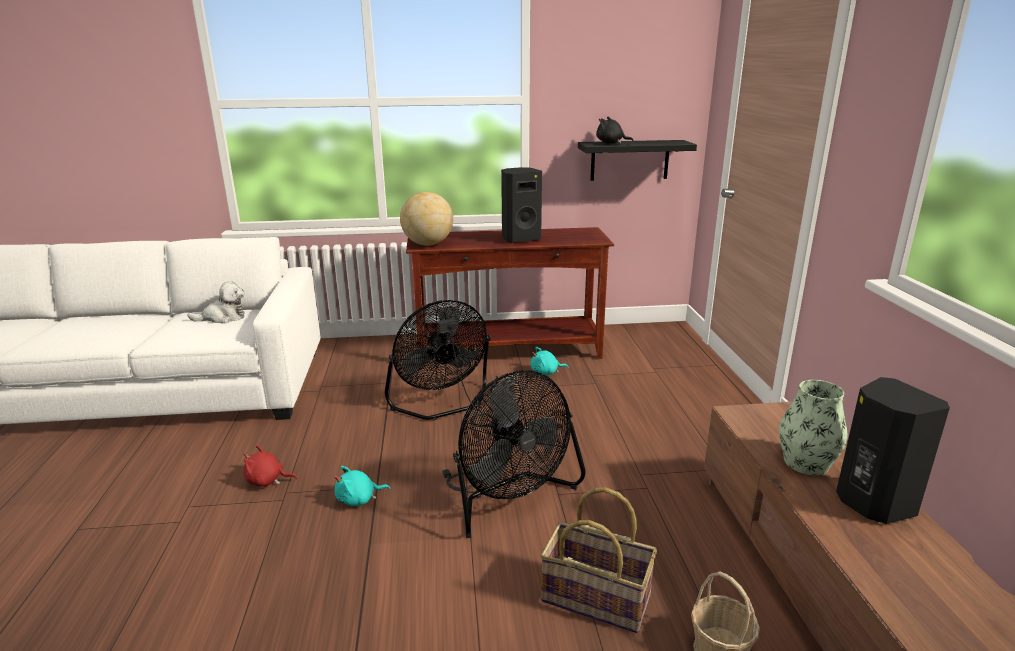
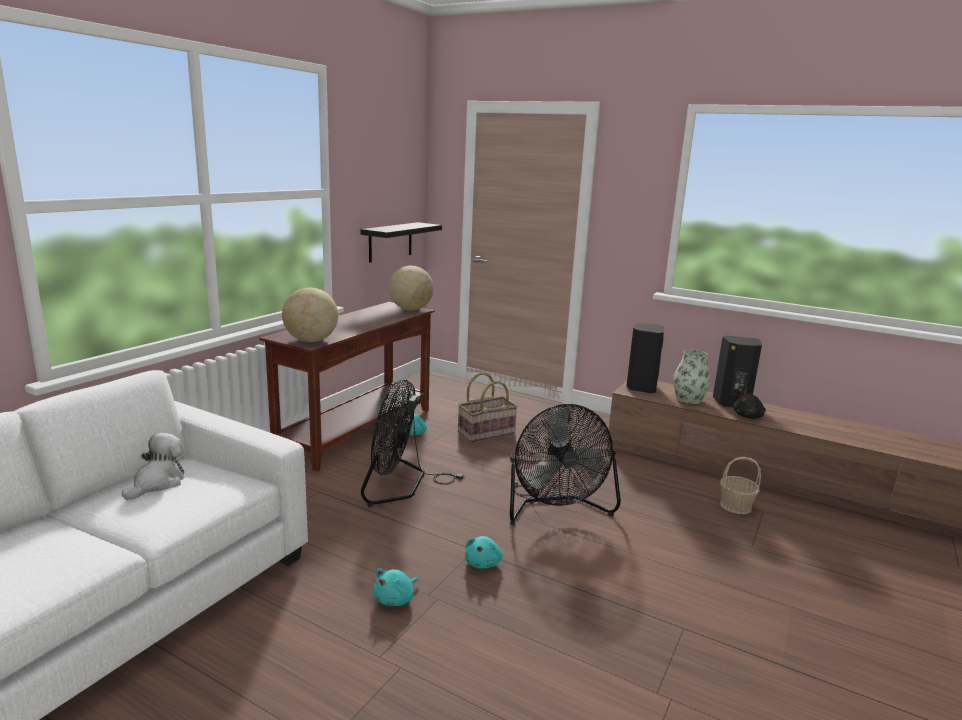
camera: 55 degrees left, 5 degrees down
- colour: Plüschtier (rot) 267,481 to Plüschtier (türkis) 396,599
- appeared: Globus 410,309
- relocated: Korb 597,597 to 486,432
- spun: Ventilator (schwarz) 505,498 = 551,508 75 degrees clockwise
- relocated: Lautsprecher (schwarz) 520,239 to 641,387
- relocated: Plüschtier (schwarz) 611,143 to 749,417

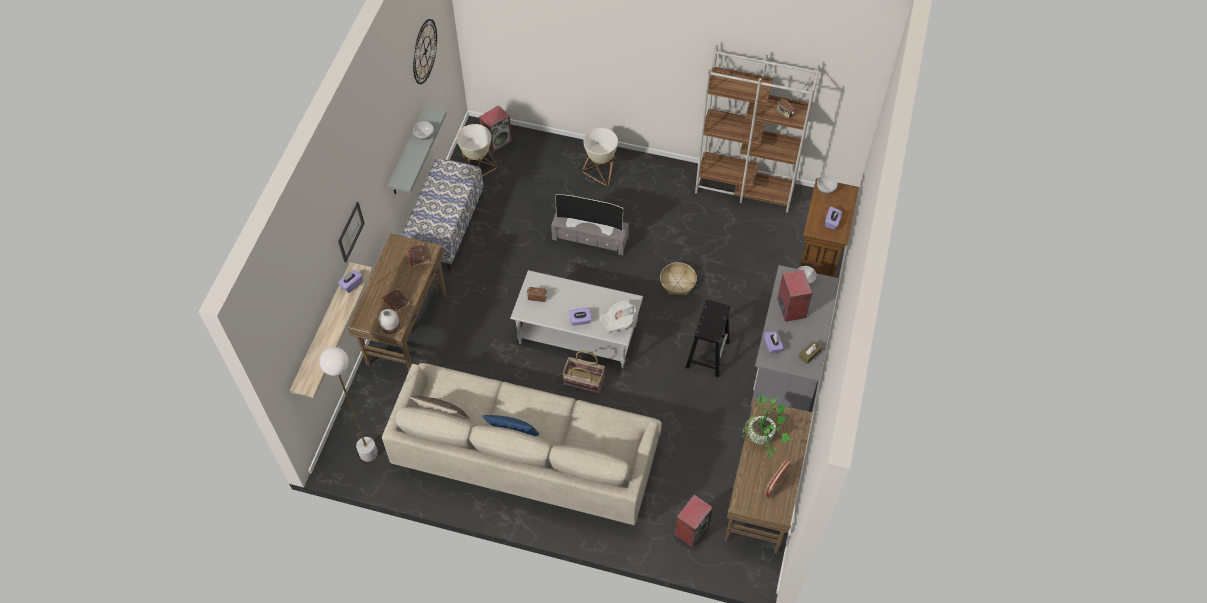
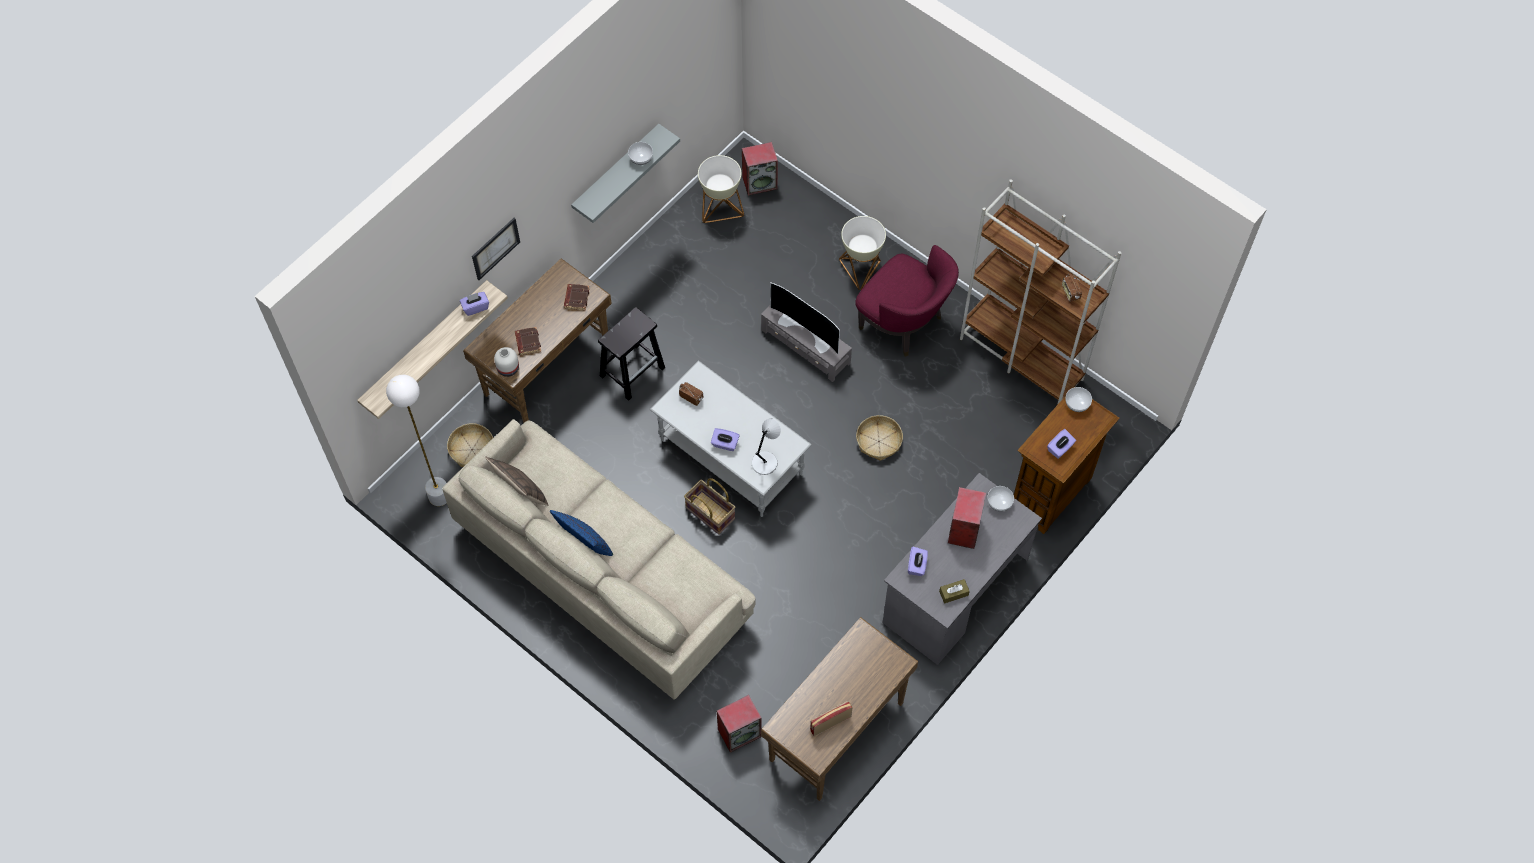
camera: 25 degrees right, 5 degrees up
- appeared: Korb 472,450
- relocated: Hocker (schwarz) 707,354 to 633,371
- exchanged: Zeitung 617,321 to Tischlampe (grau) 765,462
- appeared: Sessel (lila) 903,323
- missing: Bank 446,228
- missing: Wanduhr 425,51
- missing: Topfpflanze 762,441

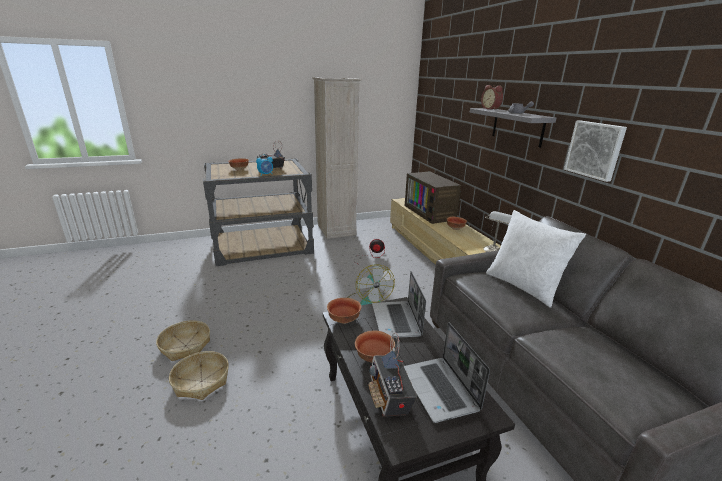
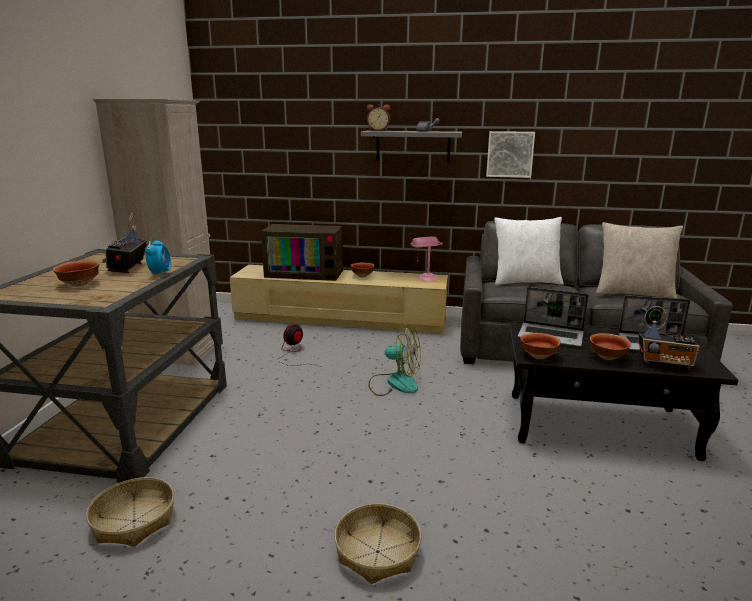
camera: 60 degrees left, 5 degrees down
- relocated: Korb 201,381 to 133,521
- colour: Tischlampe (weiß) 494,248 to Tischlampe (rosa) 425,277
- appeared: Kissen (beige) 633,293

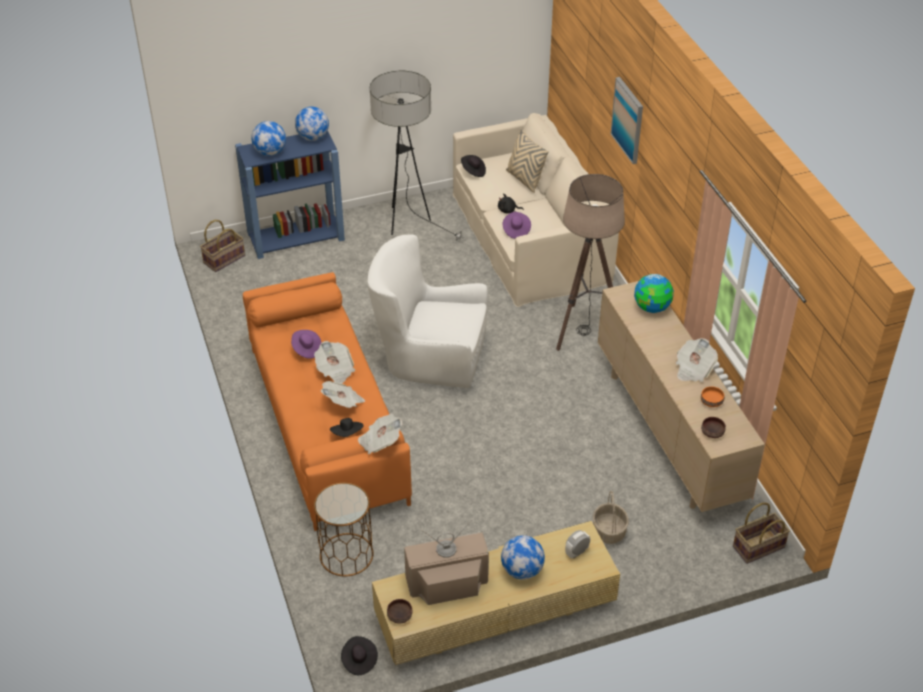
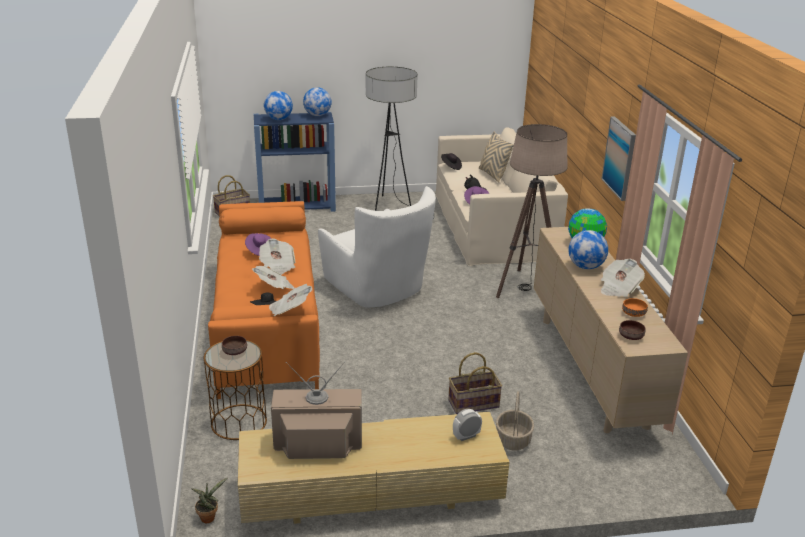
camera: 10 degrees right, 15 degrees down
- exchanged: Hut (schwarz) 359,661 to Topfpflanze 209,517
- relocated: Schüssel (braun) 399,615 to 234,351
- spun: Sessel (weiß) 429,357 = 378,289 150 degrees counterclockwise
- relocated: Korb 758,547 to 473,404
- relocated: Globus 522,570 to 585,266
- relocated: Bild 628,120 to 620,158

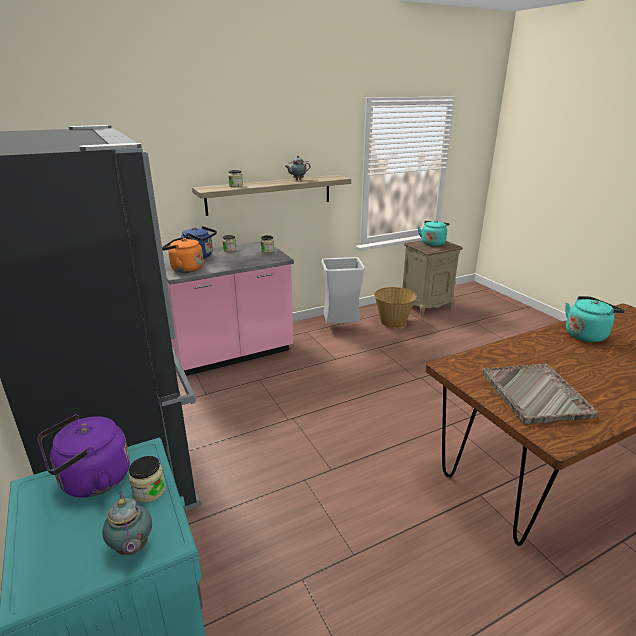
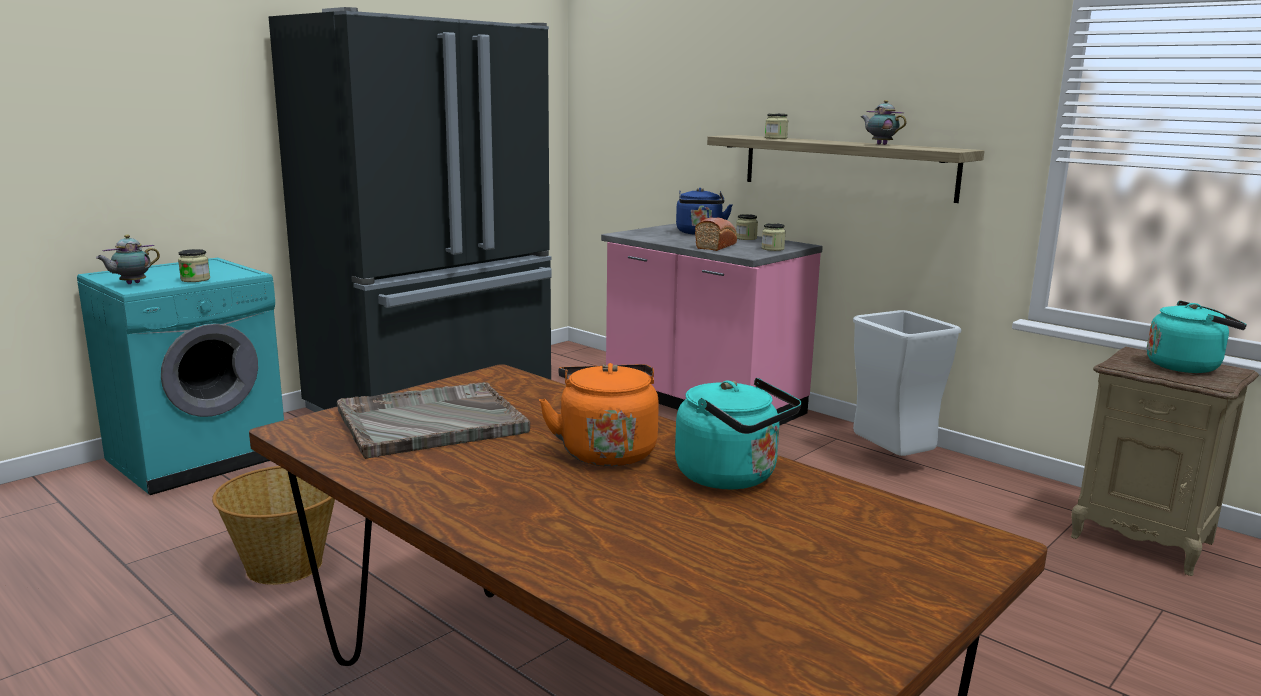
camera: 70 degrees right, 10 degrees down
- relocated: Korb 393,322 to 286,566
- relocated: Wasserkessel (orange) 185,269 to 606,451
- appeared: Brot 717,246
- missing: Wasserkessel (lila) 91,481

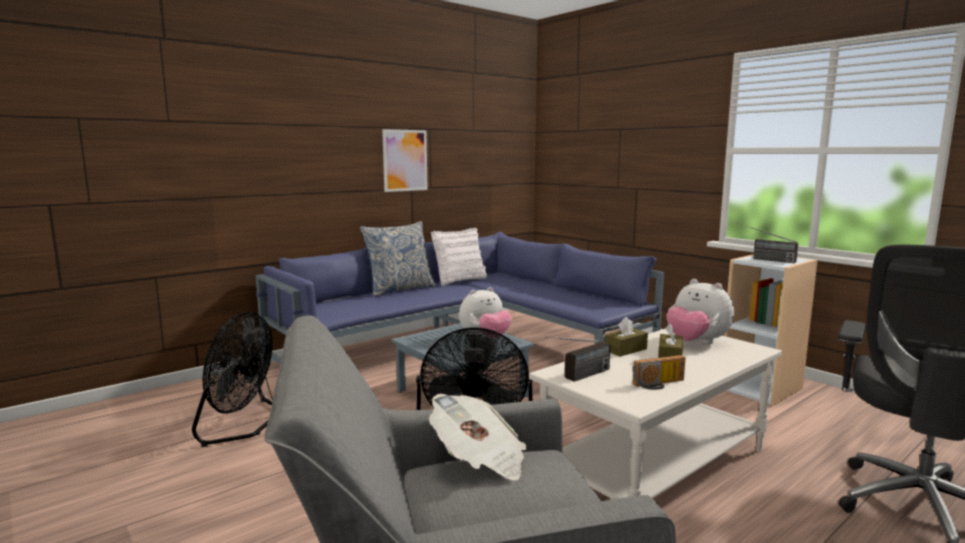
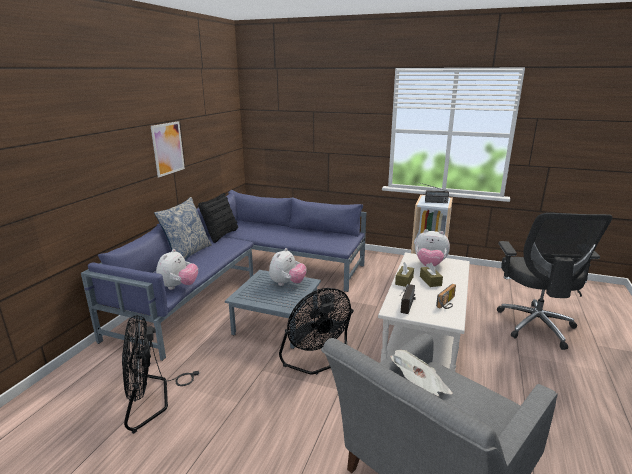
camera: 30 degrees left, 10 degrees up
- appeared: Plüschtier 178,287
- colour: Kissen (weiß) 460,281 to Kissen (schwarz) 221,235

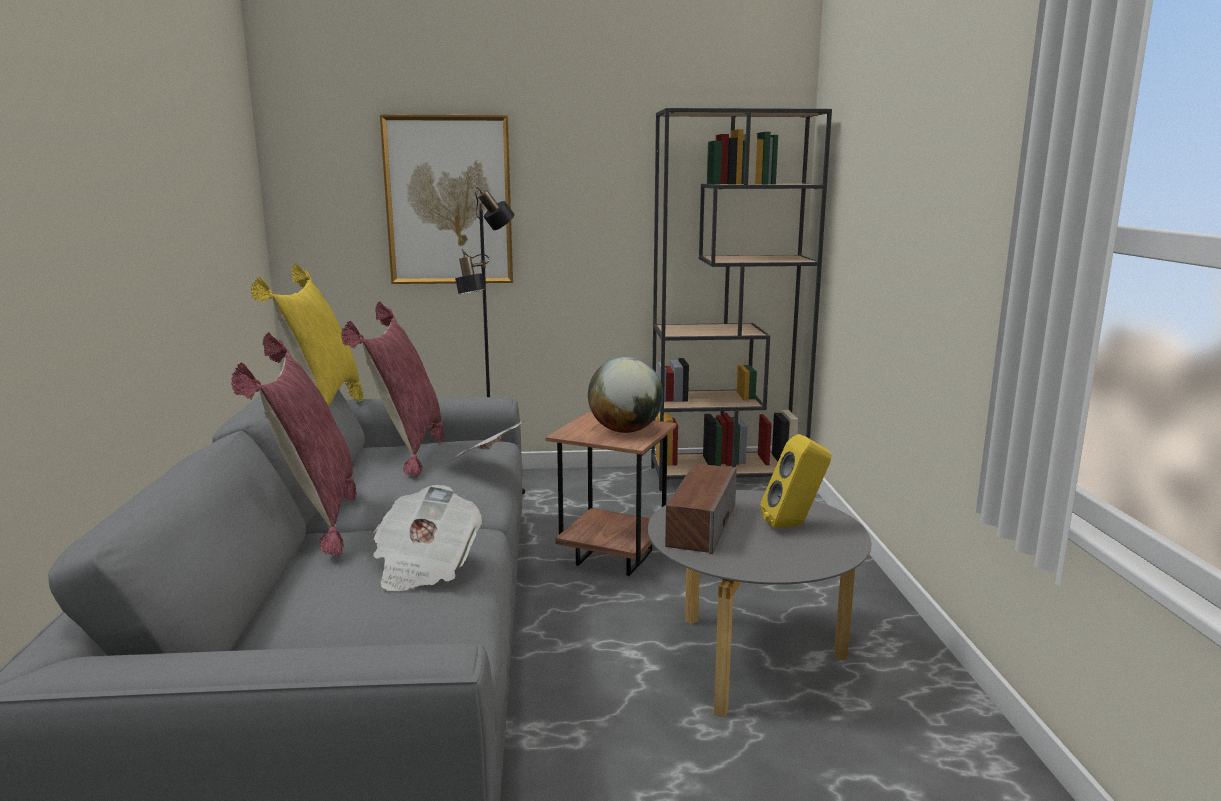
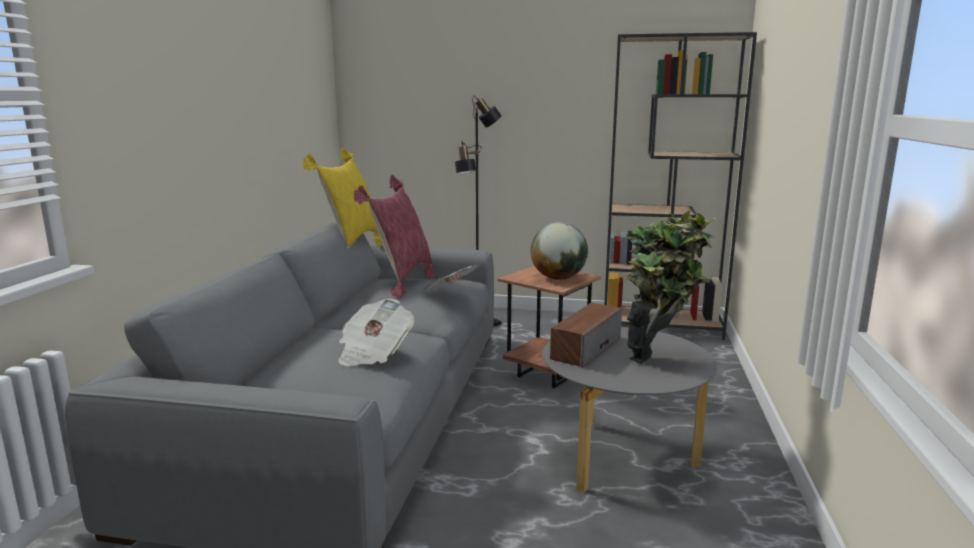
camera: 15 degrees right, 0 degrees up
- exchanged: Lautsprecher (gelb) 794,526 to Topfpflanze 659,355
- missing: Kissen (rot) 311,530
- missing: Bild 449,201

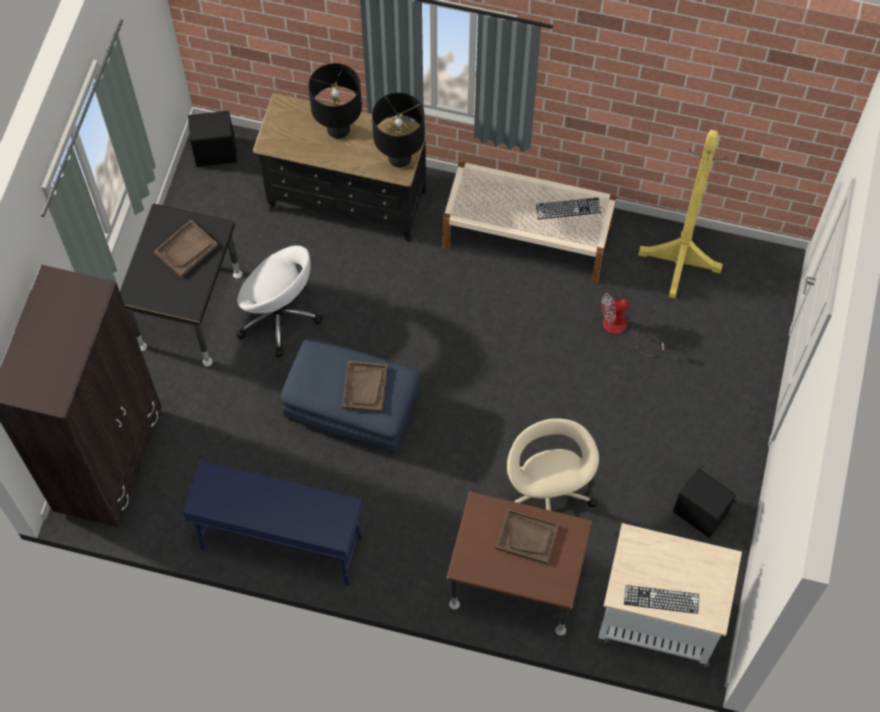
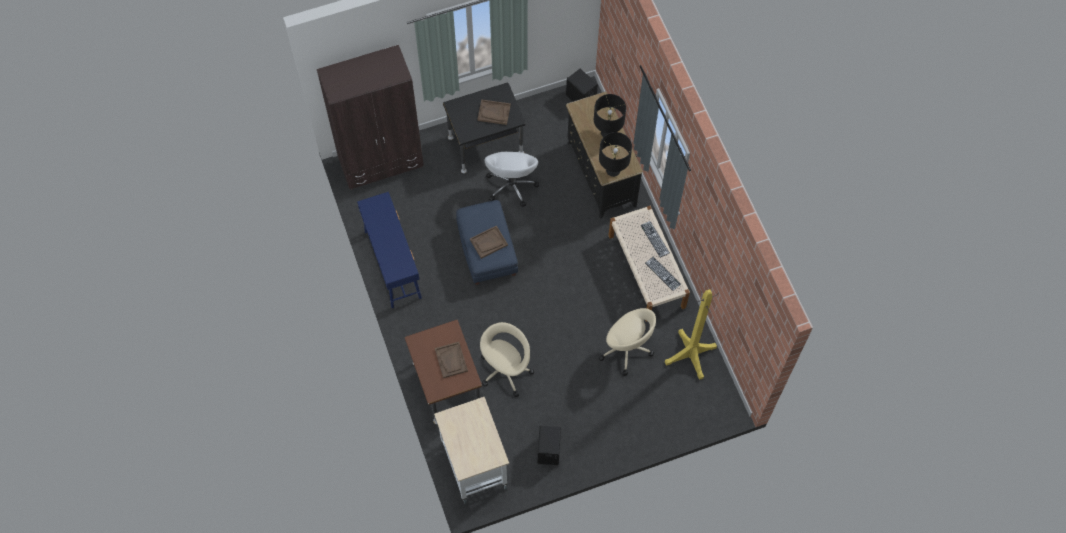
camera: 55 degrees right, 0 degrees up
- exchanged: Ventilator 622,329 to Bürostuhl (beige) 627,350
- relocated: Tastatur 661,599 to 655,239

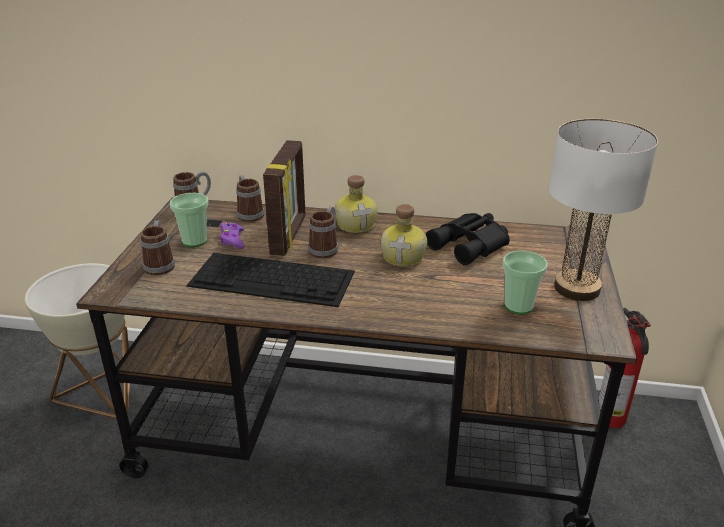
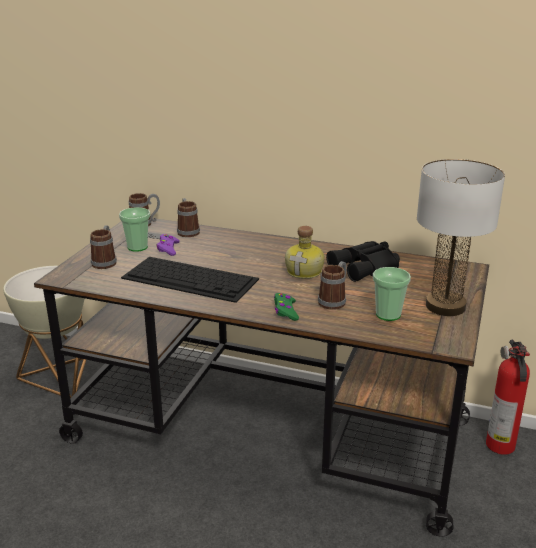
camera: 10 degrees right, 5 degrees down
- appeared: Gamepad (grün) 285,311
- relocated: Henkelbecher 326,248 to 334,300
- missing: Bilderrahmen 289,235
- missing: Flasche 356,224

